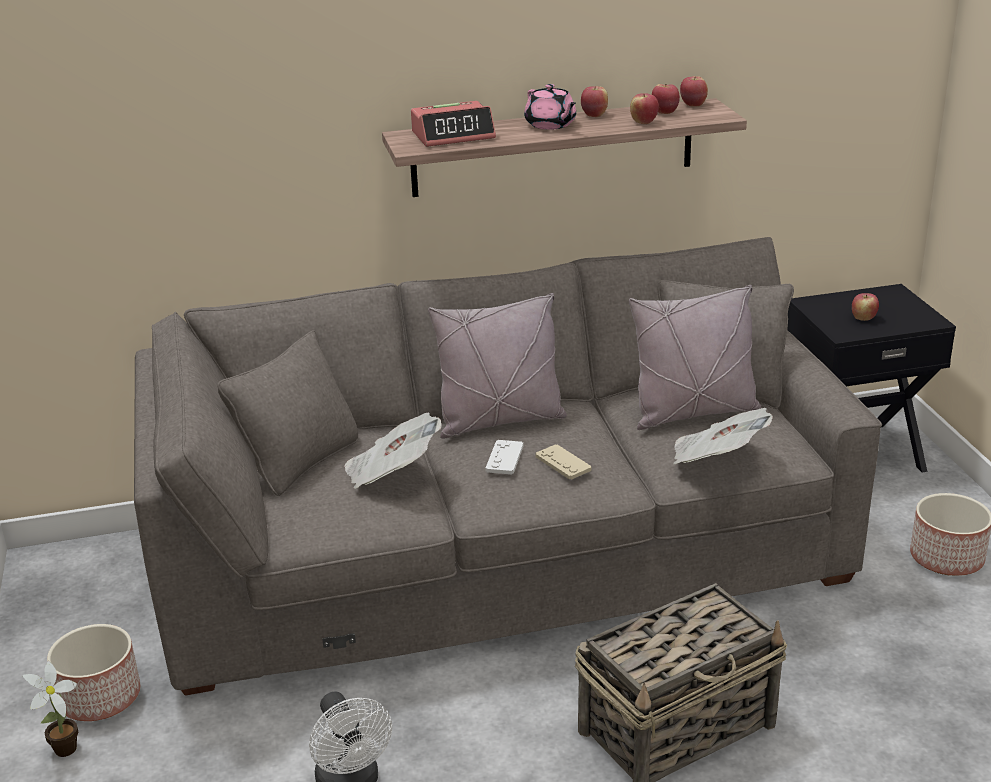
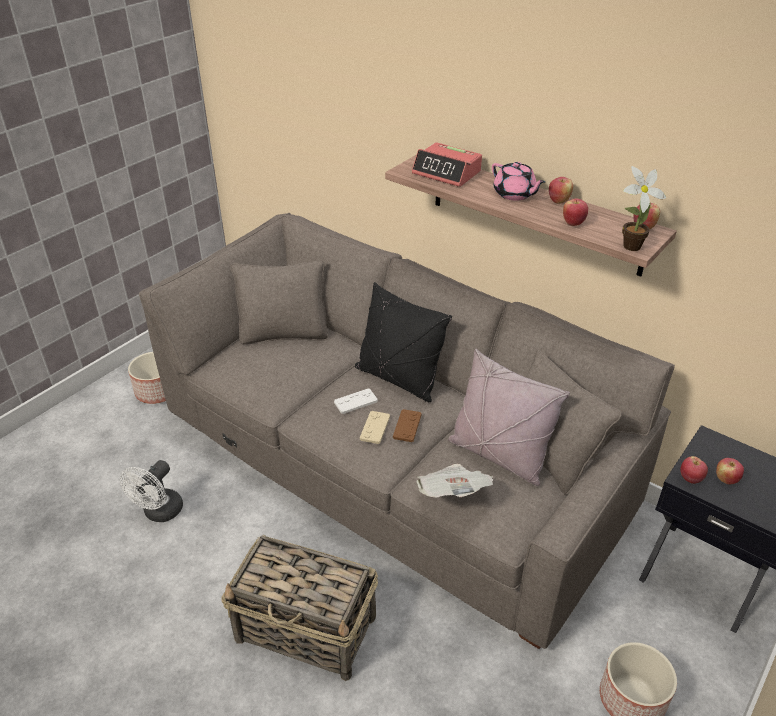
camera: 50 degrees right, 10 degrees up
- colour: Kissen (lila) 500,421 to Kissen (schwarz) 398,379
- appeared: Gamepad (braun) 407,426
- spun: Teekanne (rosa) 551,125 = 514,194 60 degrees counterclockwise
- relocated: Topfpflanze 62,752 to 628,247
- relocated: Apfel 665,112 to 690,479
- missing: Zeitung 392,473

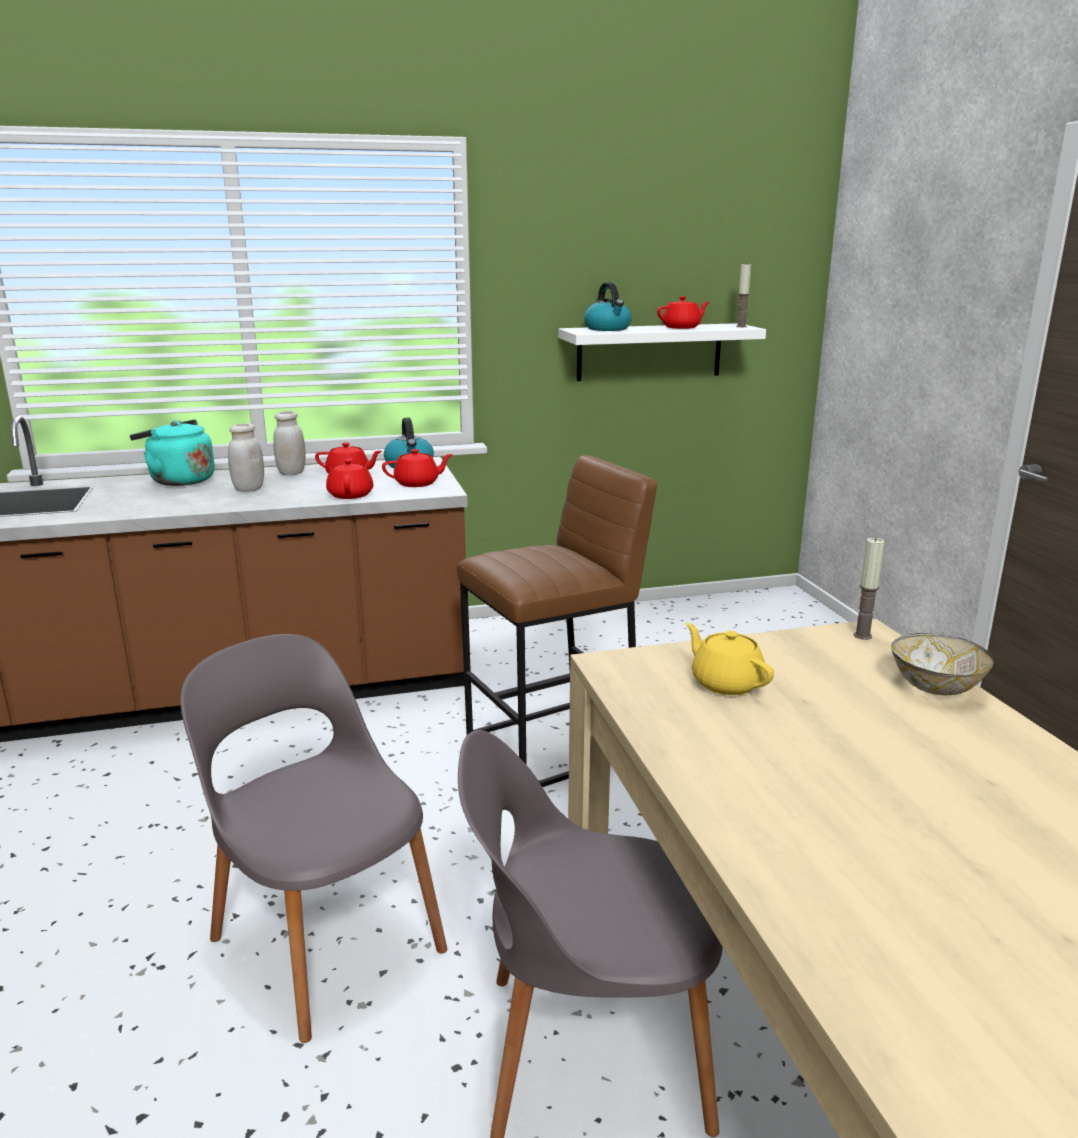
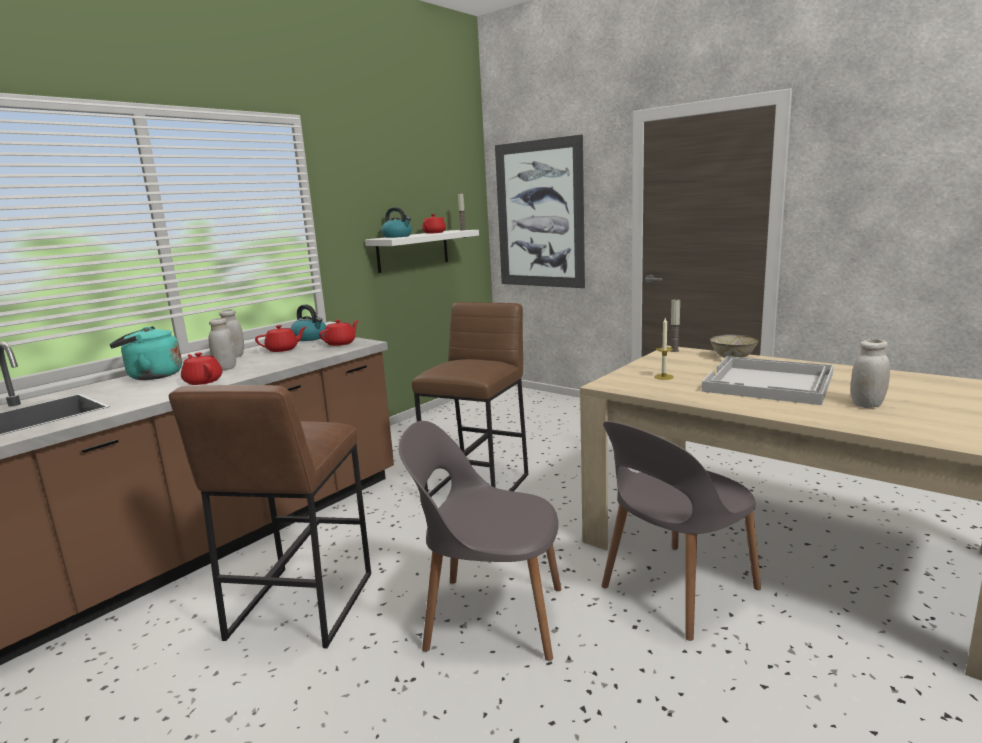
camera: 35 degrees left, 5 degrees down
- appeared: Hocker (braun) 300,606
- relocated: Teekanne (rot) 351,494 to 203,381
- appeared: Bild 539,215
- exchanged: Teekanne (gelb) 726,683 to Kerze 664,377
- appeared: Tablett (weiß) 769,383
- appeared: Vorratsglas (weiß) 867,404

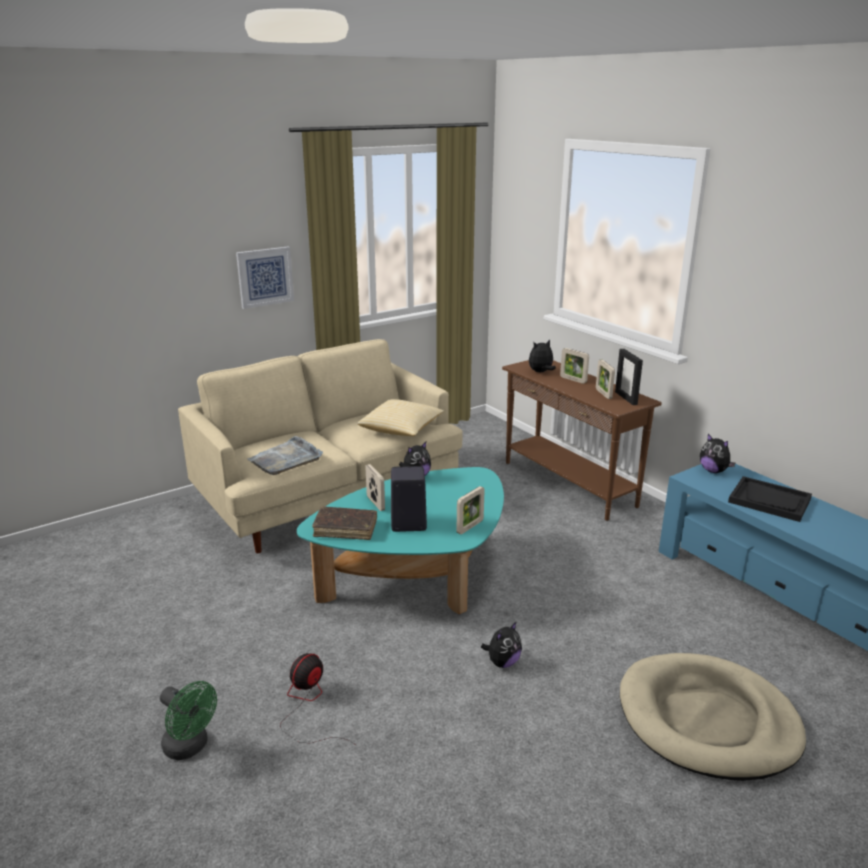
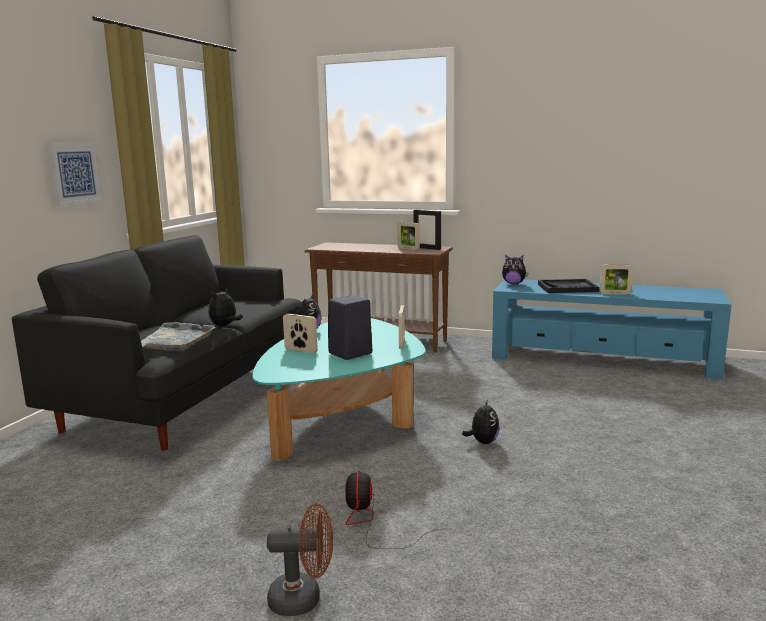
camera: 35 degrees left, 10 degrees down
- colour: Sofa (beige) 327,500 to Sofa (schwarz) 186,399
- relocated: Plüschtier 541,372 to 225,326
- colour: Ventilator (grün) 190,747 to Ventilator (braun) 303,599
- relocated: Bilderrahmen 573,380 to 615,294
- missing: Buch (braun) 345,529
- missing: Kissen 401,429
- missing: Hundebett (beige) 707,720

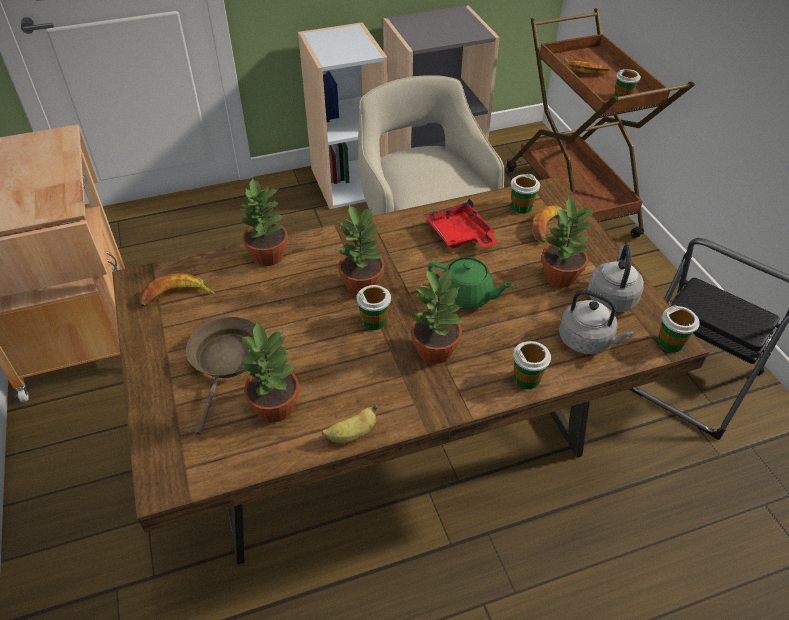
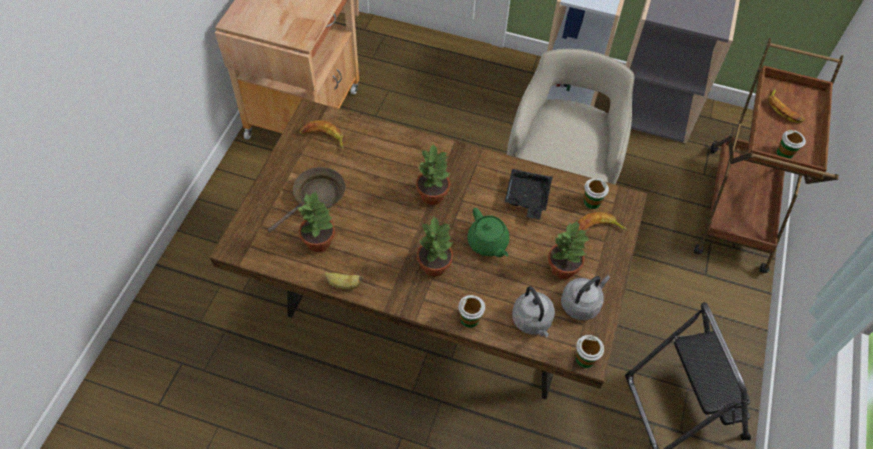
camera: 35 degrees right, 10 degrees up
- colour: Tablett (rot) 460,235 to Tablett (schwarz) 527,198
- missing: Topfpflanze 268,256
- missing: Tasse 374,321

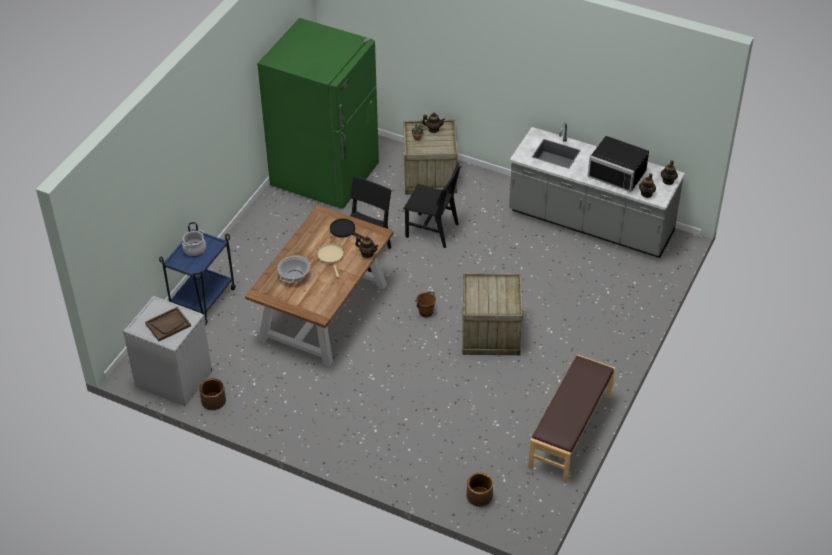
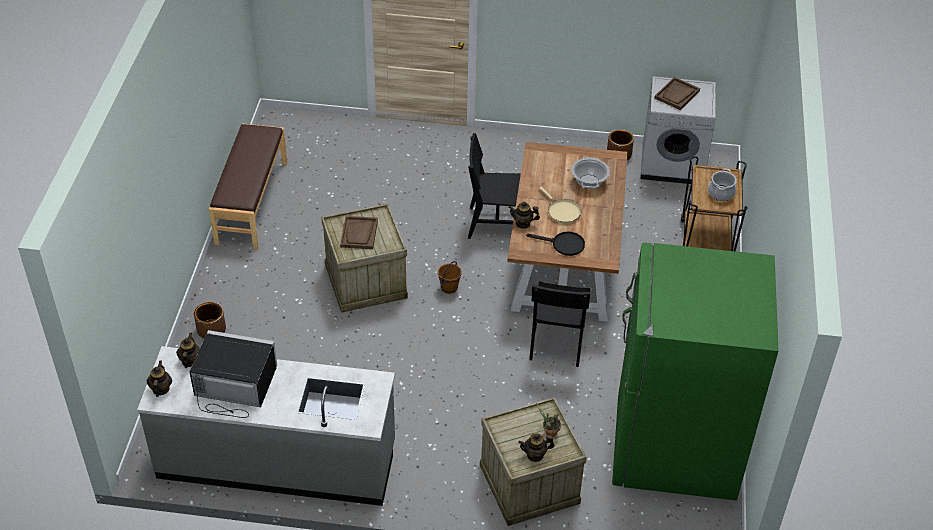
camera: 160 degrees right, 0 degrees up
- relocated: Pflanzkübel (braun) 479,496 to 211,329
- appeared: Tablett (braun) 359,234
- relocated: Stuhl (schwarz) 432,230 to 494,223
- colour: Rollwagen (blau) 203,299 to Rollwagen (braun) 705,246

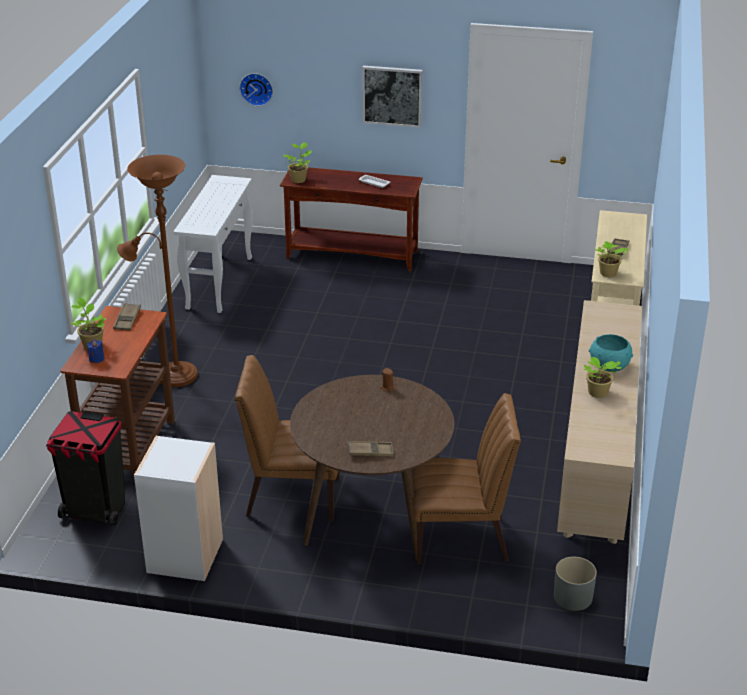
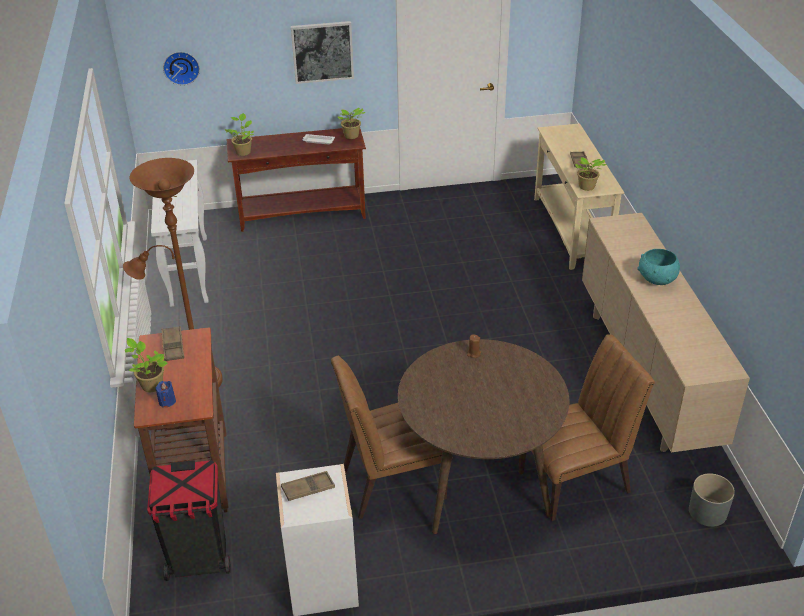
camera: 20 degrees left, 5 degrees up
- relocated: Tablett (braun) 370,452 to 308,488
- relocated: Topfpflanze 597,393 to 351,136

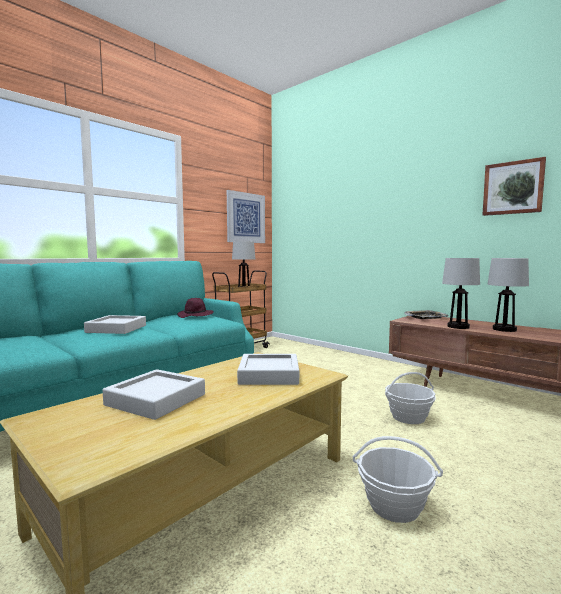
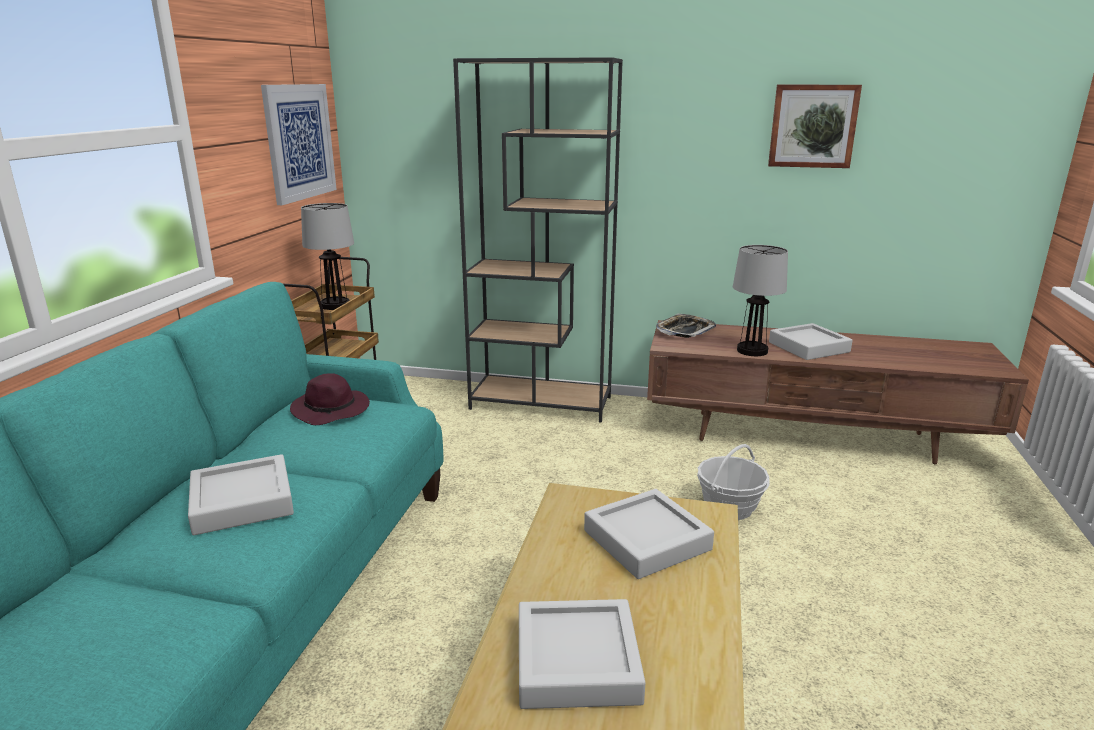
camera: 30 degrees left, 15 degrees up
- appeared: Bücherregal 541,403
- exchanged: Tischlampe 505,329 to Tablett (grau) 808,347
- missing: Korb 394,505

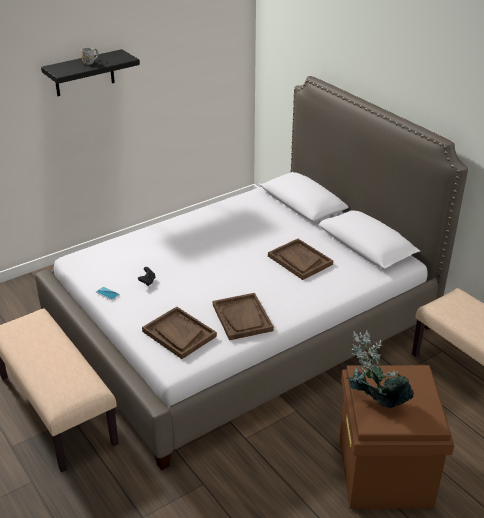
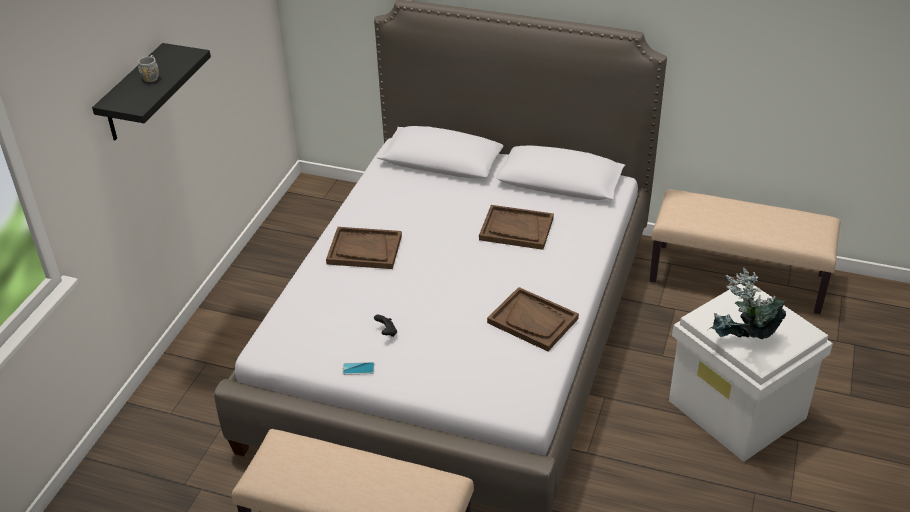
camera: 35 degrees left, 5 degrees up
- relocated: Tablett (braun) 179,334 to 364,250
- colour: Aufbewahrungsbox (braun) 385,472 to Aufbewahrungsbox (weiß) 738,410

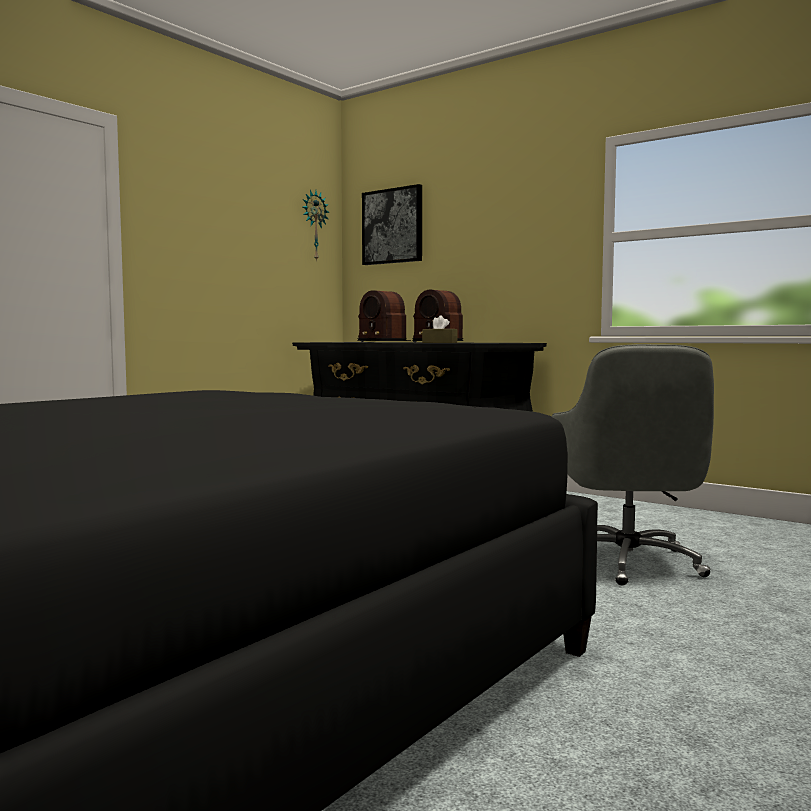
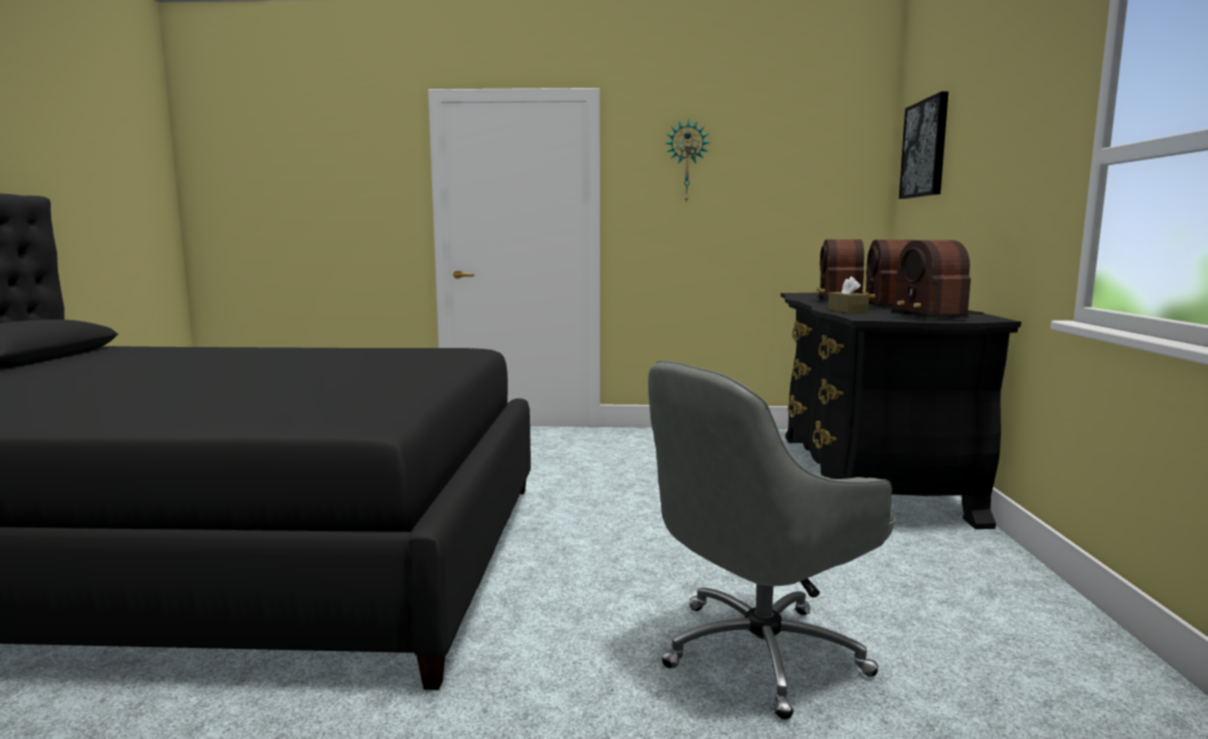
camera: 55 degrees right, 5 degrees up
- relocated: Wanduhr 313,225 to 687,161
- appeared: Radio 934,315

